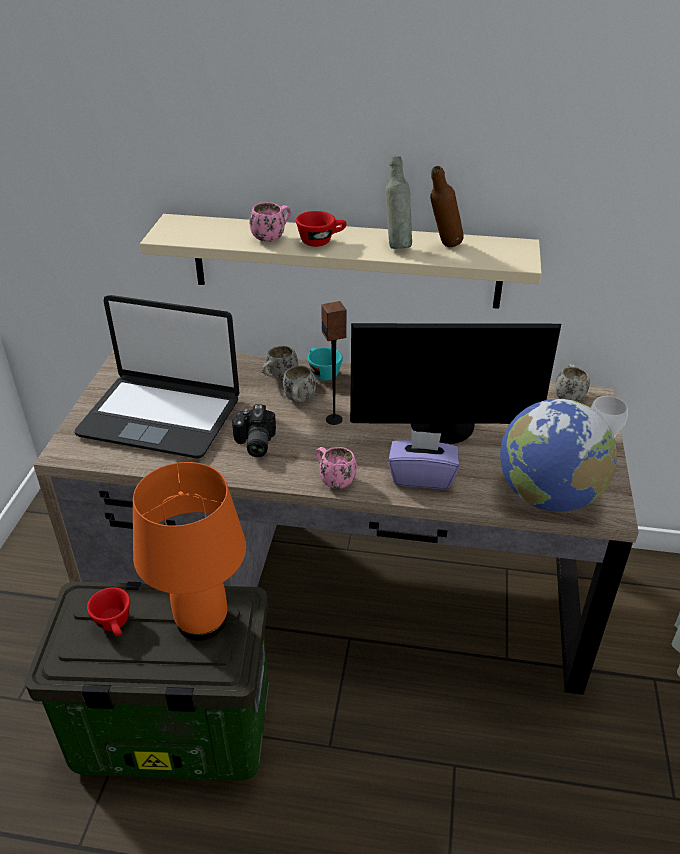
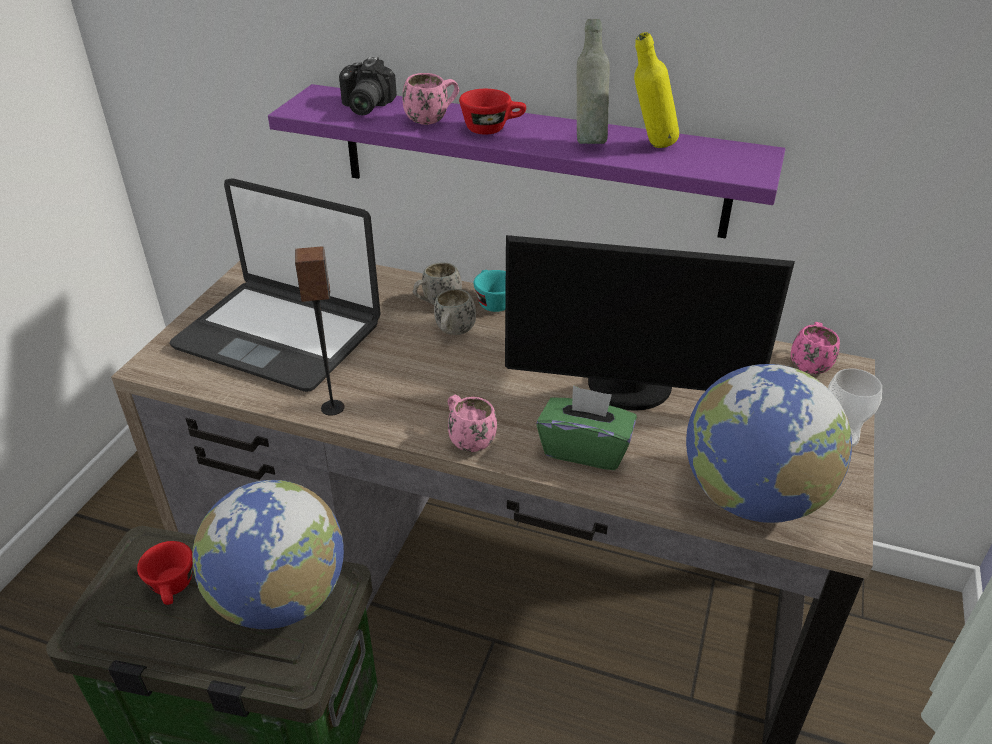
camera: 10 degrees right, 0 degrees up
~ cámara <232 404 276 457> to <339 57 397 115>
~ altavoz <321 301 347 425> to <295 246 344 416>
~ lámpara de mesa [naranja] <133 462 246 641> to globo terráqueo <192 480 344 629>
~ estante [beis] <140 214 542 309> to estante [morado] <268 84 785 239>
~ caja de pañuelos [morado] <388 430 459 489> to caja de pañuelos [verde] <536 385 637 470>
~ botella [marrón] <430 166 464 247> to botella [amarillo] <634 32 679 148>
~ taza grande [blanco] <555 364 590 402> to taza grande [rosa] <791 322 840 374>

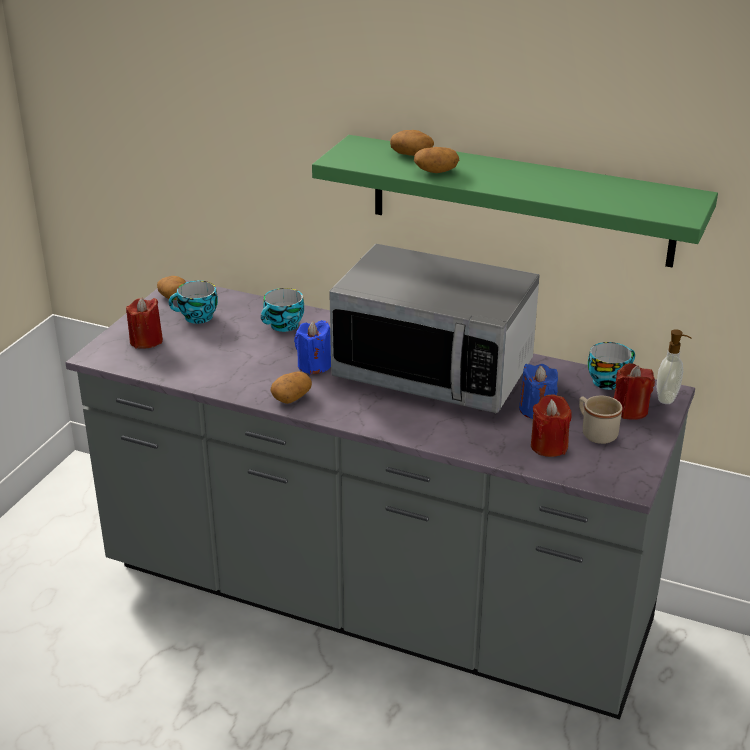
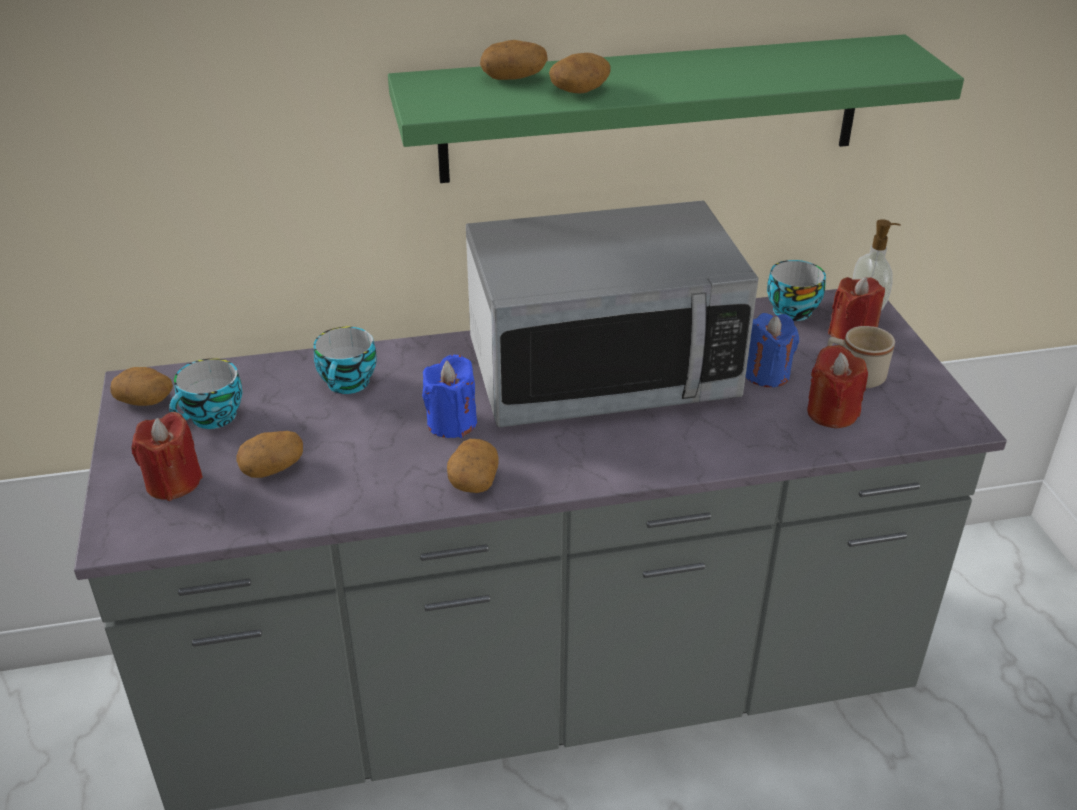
camera: 35 degrees left, 5 degrees up
+ patata <236 431 303 478>

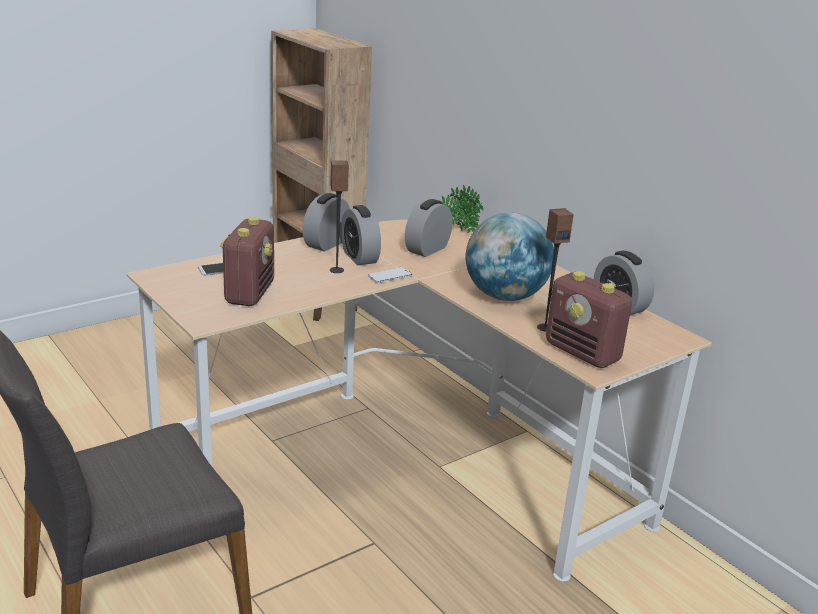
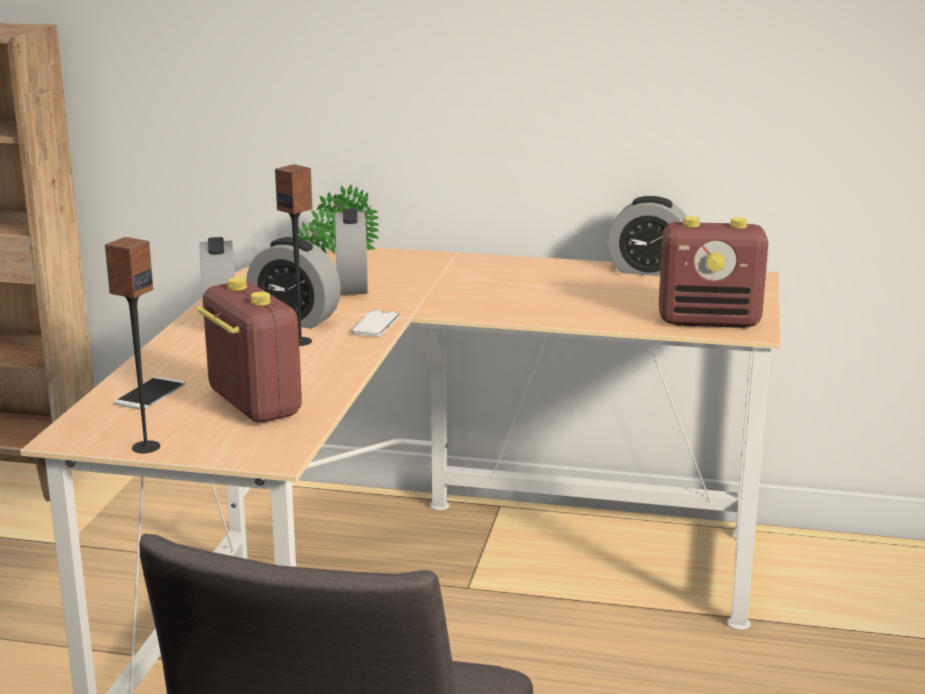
camera: 40 degrees left, 5 degrees down
- globo terráqueo <466 213 554 301>
~ altavoz <537 208 574 332> to <105 237 160 453>

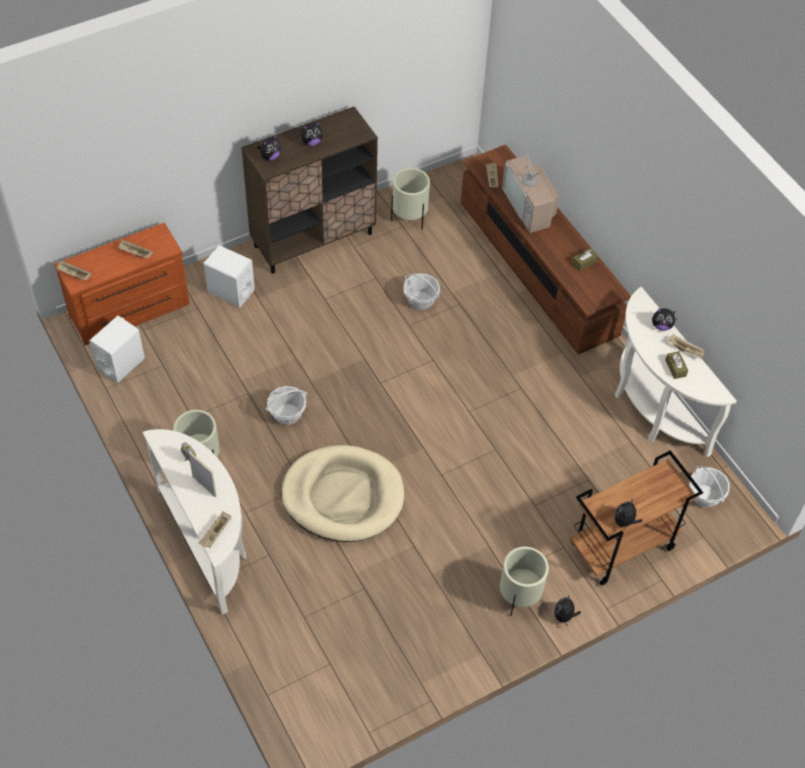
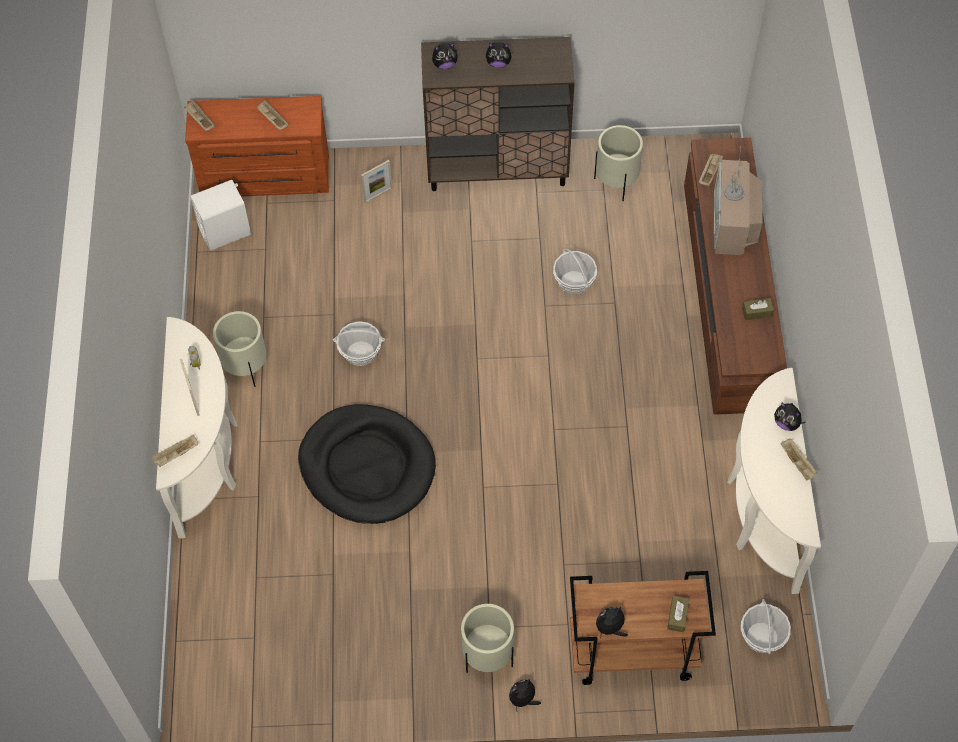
camera: 30 degrees right, 5 degrees up
~ caja de pañuelos [marrón] <665 351 688 379> to <667 595 690 632>
~ altavoz [blanco] <204 245 255 308> to portarretratos <361 160 392 203>
~ cama para perro [beis] <281 445 404 542> to cama para perro [negro] <298 404 436 524>

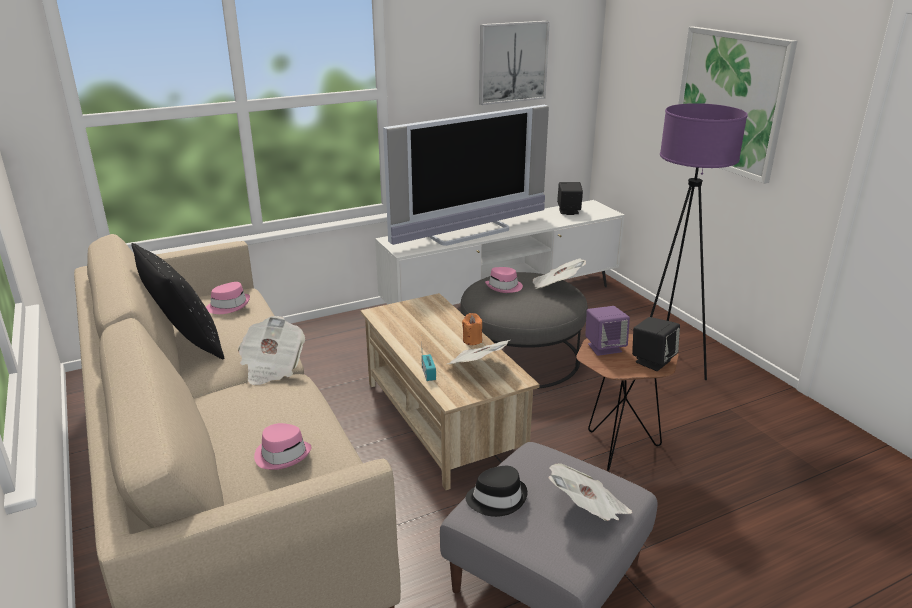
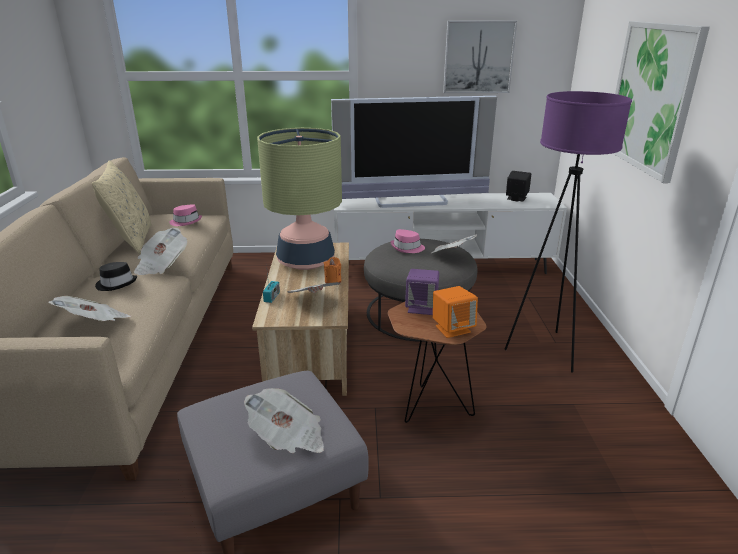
camera: 25 degrees right, 0 degrees up
+ lámpara de mesa <257 128 342 270>
~ sombrero [negro] <465 466 528 517> to <95 262 137 291>
~ sombrero [rosa] <254 423 311 470> to periódico <48 296 131 321>
~ cojín [negro] <131 243 224 359> to cojín [beis] <92 160 152 254>
~ altavoz [negro] <632 317 680 371> to altavoz [naranja] <433 286 478 338>

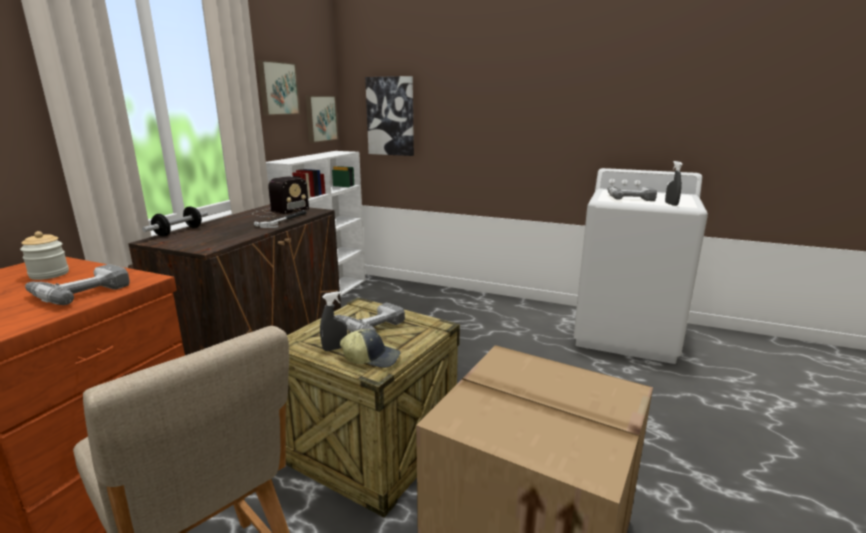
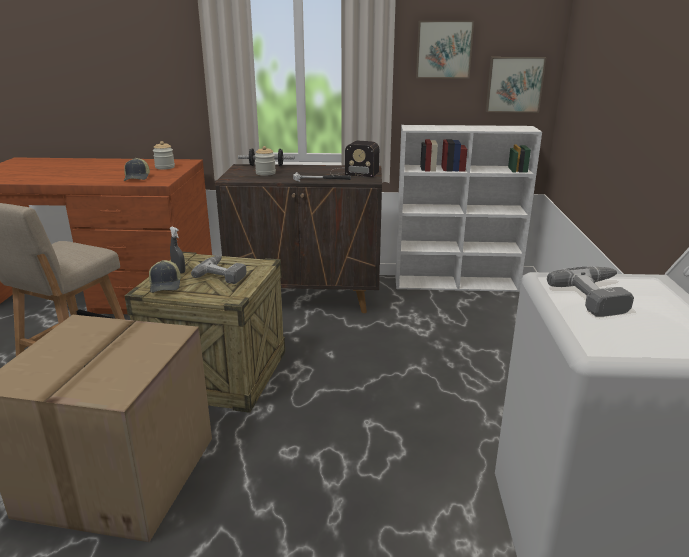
camera: 70 degrees right, 5 degrees up
- cuadro <365 76 414 156>
- pulverizador [gris] <665 161 683 206>
+ tarro <255 146 276 176>
~ taladro <25 264 130 305> to gorra <124 158 150 181>

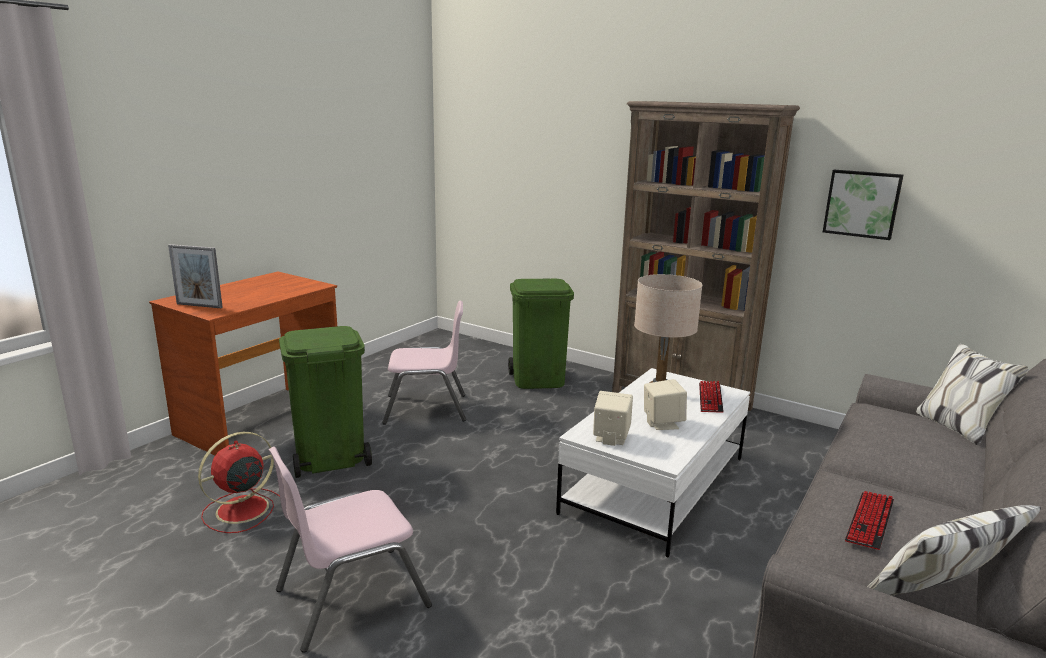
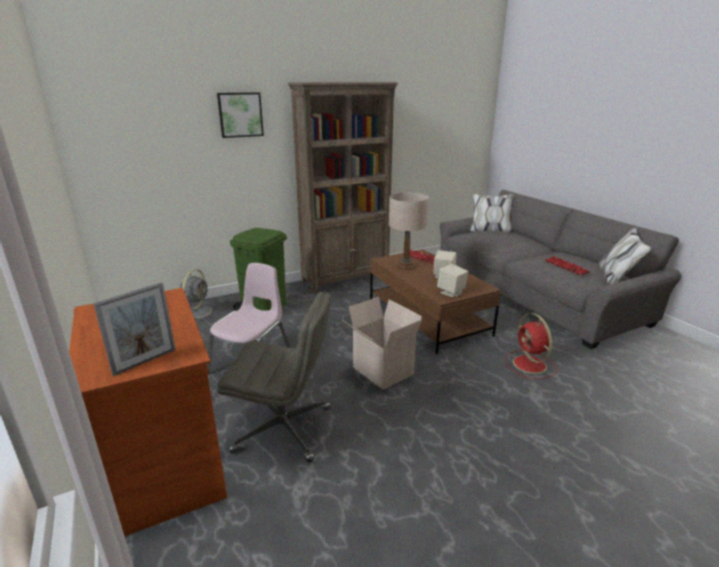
camera: 60 degrees left, 5 degrees up
- silla [rosa] <268 447 432 653>
+ ventilador [gris] <180 269 219 321>
+ caja de cartón <342 297 422 390>
~ ventilador [rojo] <198 432 280 533> to <505 313 558 379>
~ cuadro <823 170 903 240> to <217 92 264 138>
~ papelera [verde] <279 326 372 478> to silla de oficina [gris] <218 292 331 462>
~ mesa de centro [blanco] <556 368 750 557> to mesa de centro [marrón] <370 249 501 354>

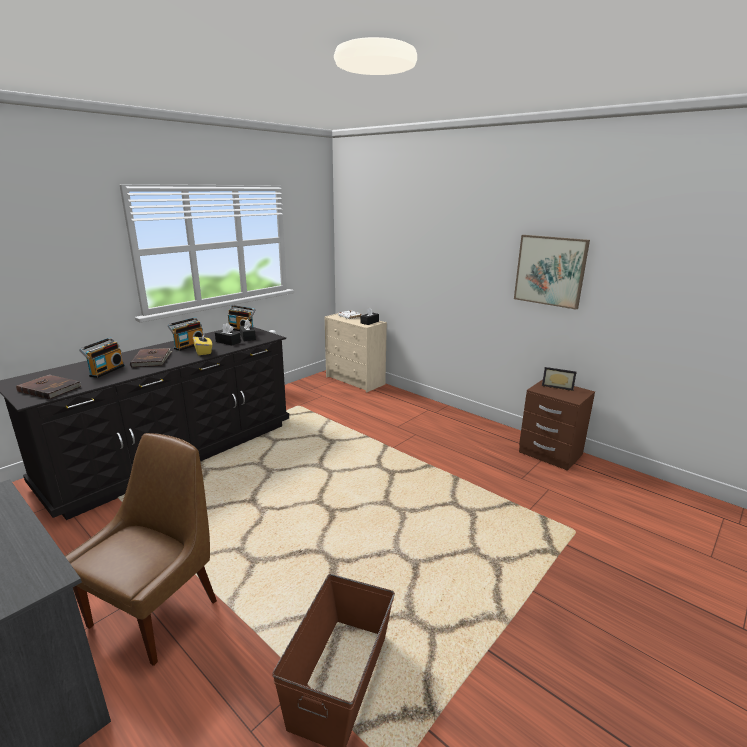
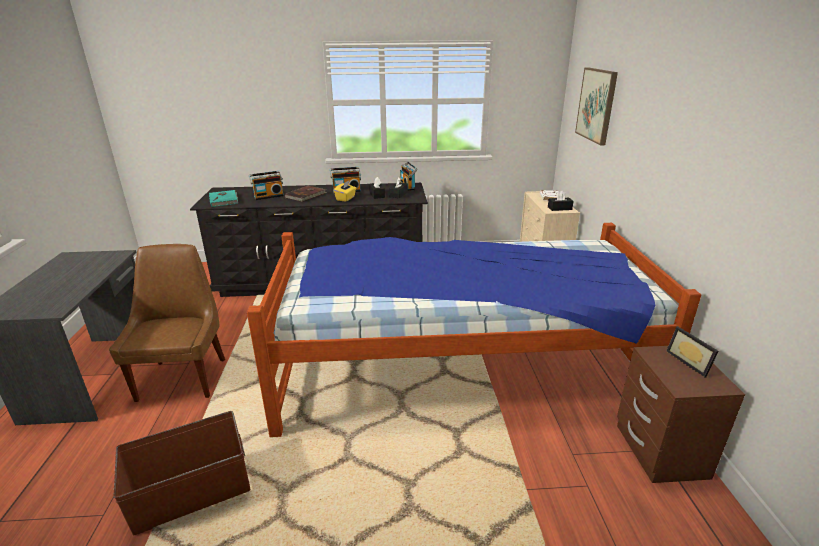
camera: 45 degrees right, 5 degrees up
+ cama <247 223 701 437>
~ cuadro <514 235 590 310> to <575 67 618 145>
~ libro [marrón] <16 375 81 399> to libro [turquesa] <209 190 238 207>
~ silla [marrón] <65 433 217 666> = <109 244 225 402> 75 degrees counterclockwise

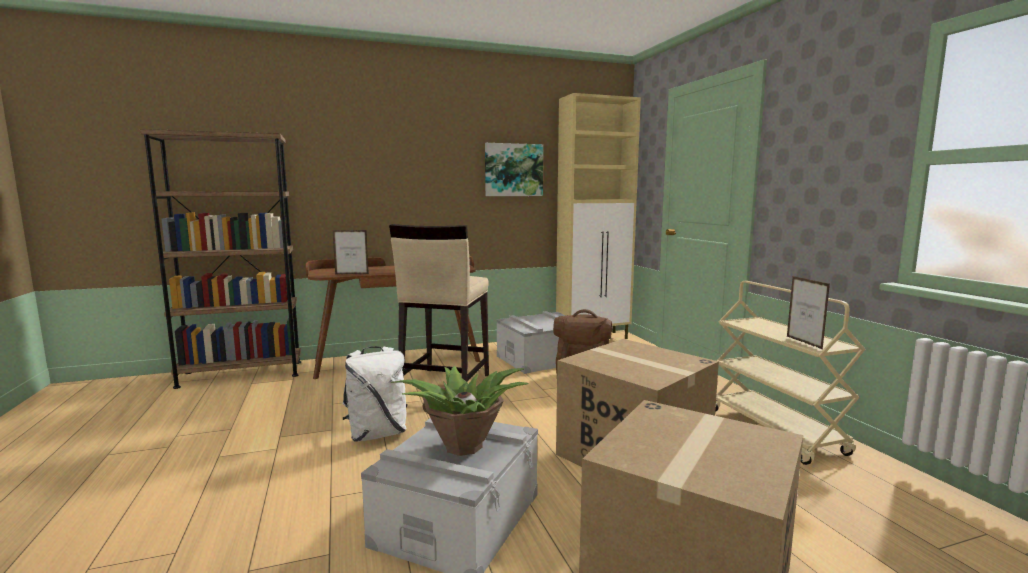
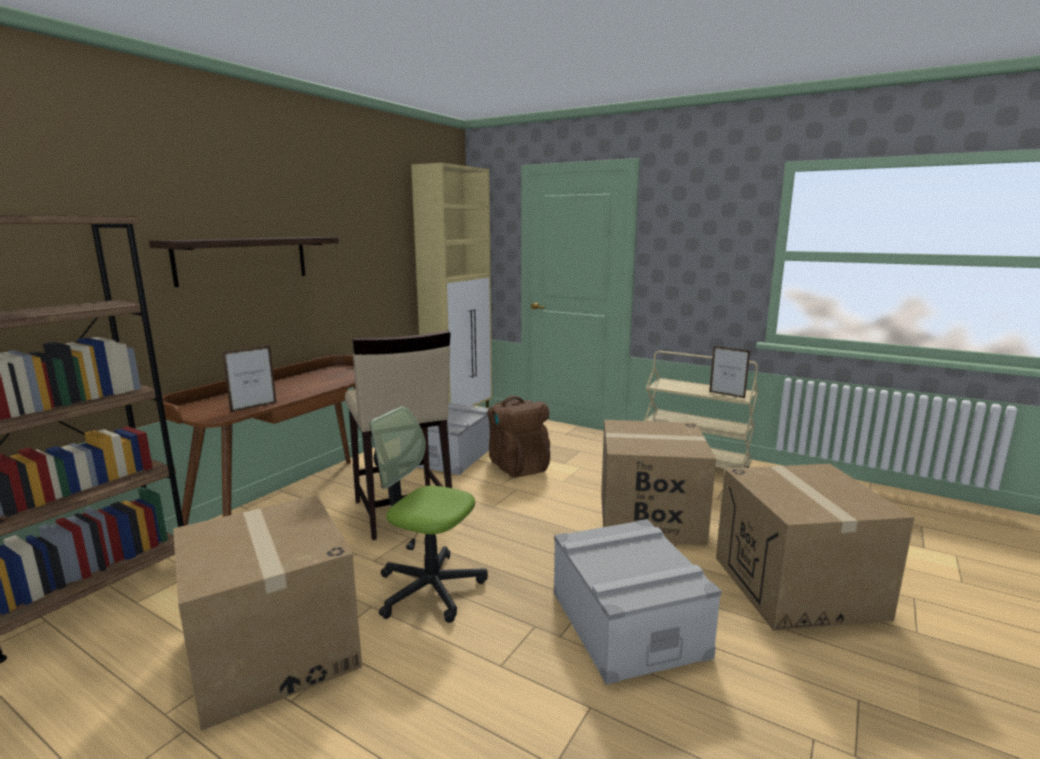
camera: 40 degrees left, 5 degrees up
- planta en maceta <391 366 528 456>
- cuadro <485 143 543 196>
+ estante <149 237 339 287>
+ caja de cartón <173 495 362 731>
~ mochila [blanco] <343 346 408 442> to silla de oficina <370 406 488 623>

